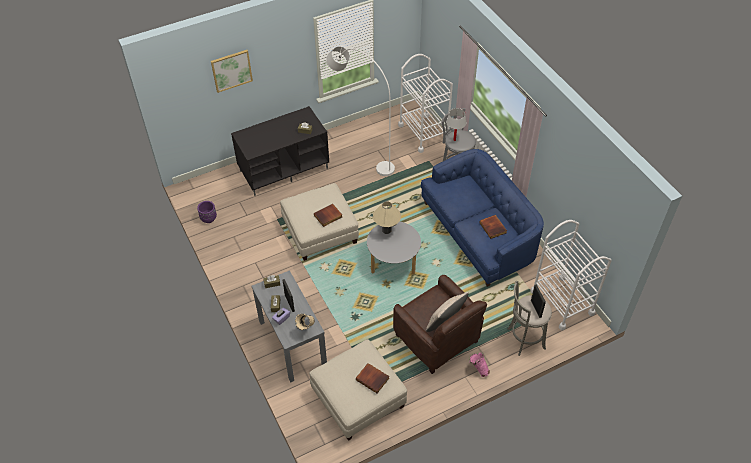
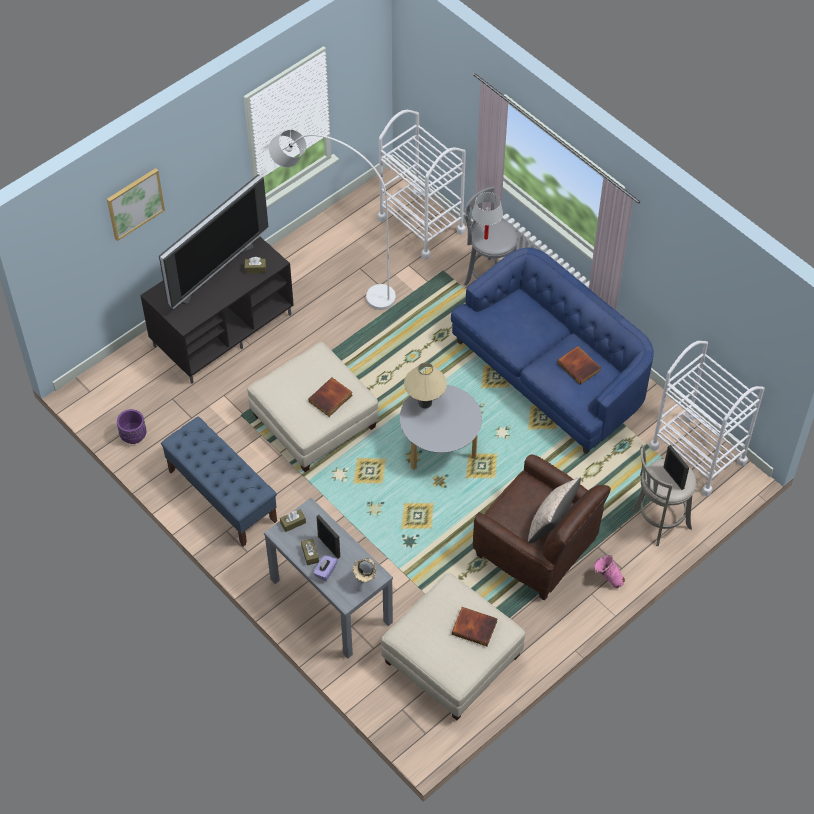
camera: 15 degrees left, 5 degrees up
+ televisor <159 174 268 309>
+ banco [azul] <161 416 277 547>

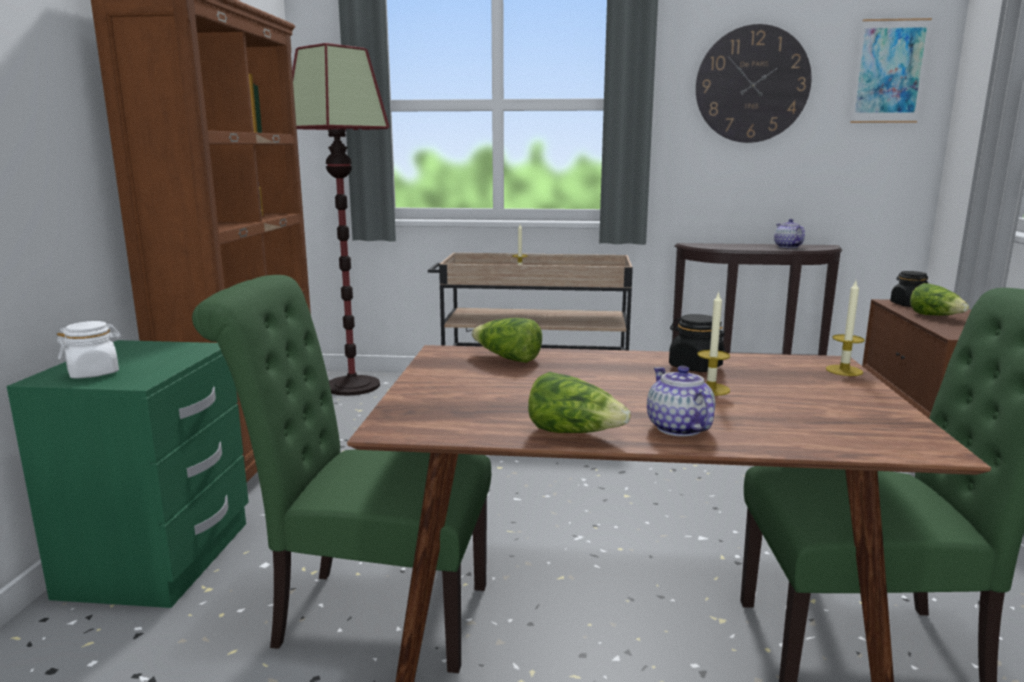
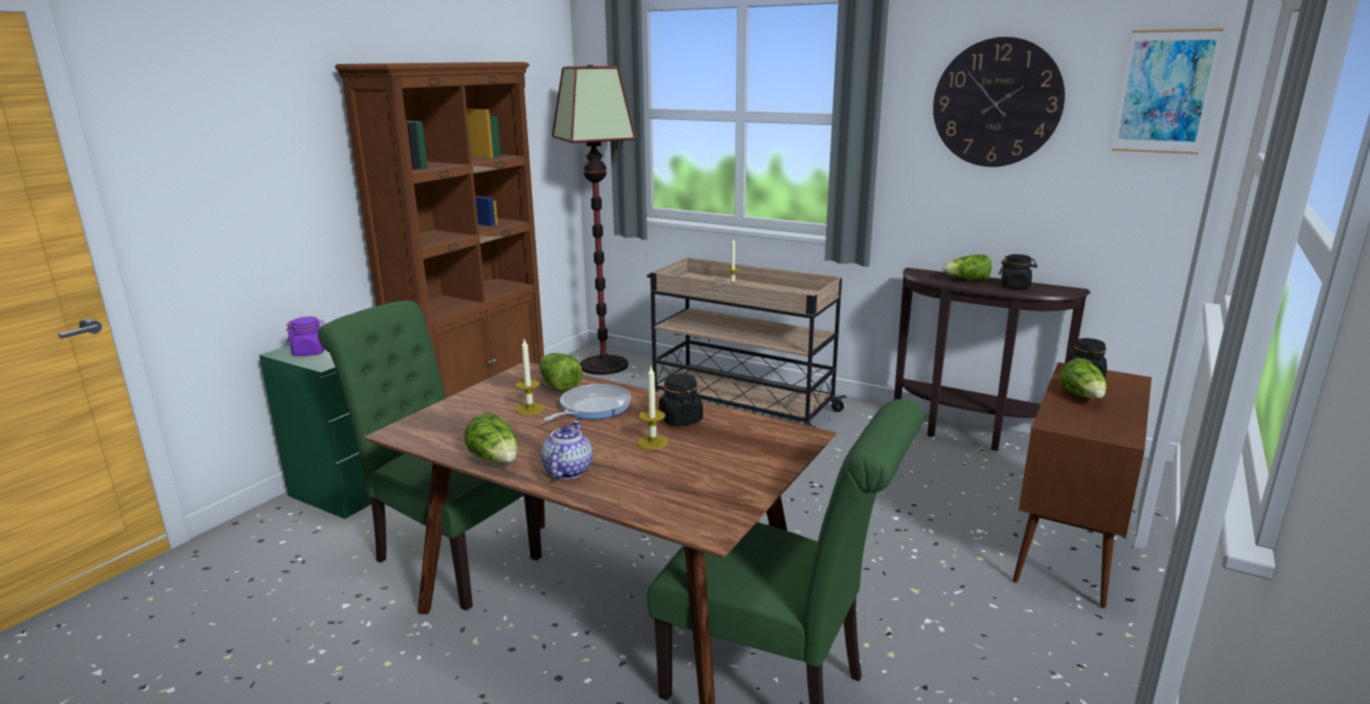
camera: 25 degrees right, 5 degrees up
+ sartén <543 384 631 422>
+ lechuga <942 254 992 281>
~ vela <826 281 865 376> to <516 339 544 415>
~ tetera <774 219 805 248> to tarro [negro] <999 254 1037 289>
~ tarro [blanco] <57 321 121 379> to tarro [morado] <286 316 325 356>

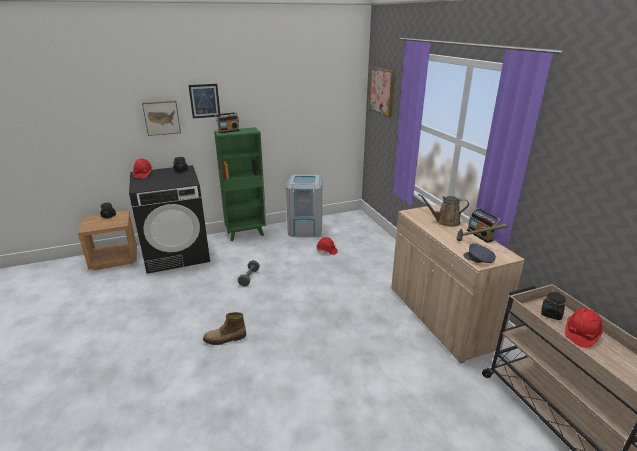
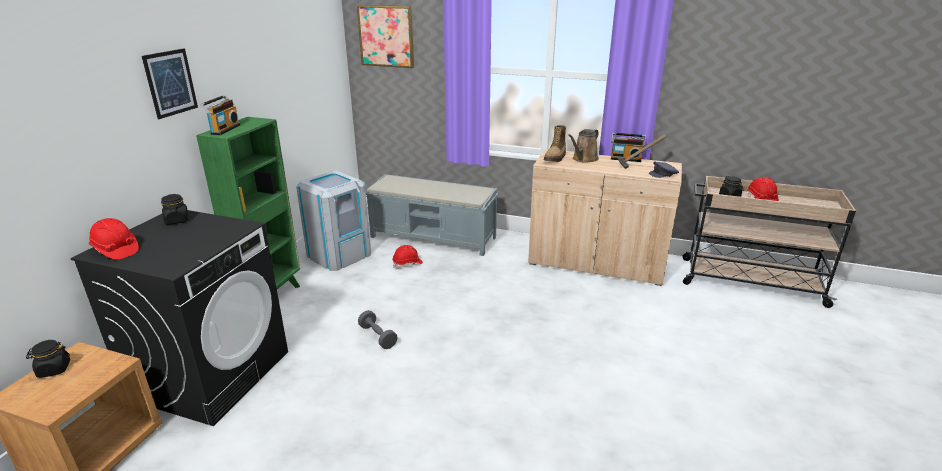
camera: 50 degrees left, 0 degrees up
- cuadro <142 101 181 136>
+ banco [gris] <366 174 498 256>
~ bota <203 312 246 345> to <544 125 566 162>

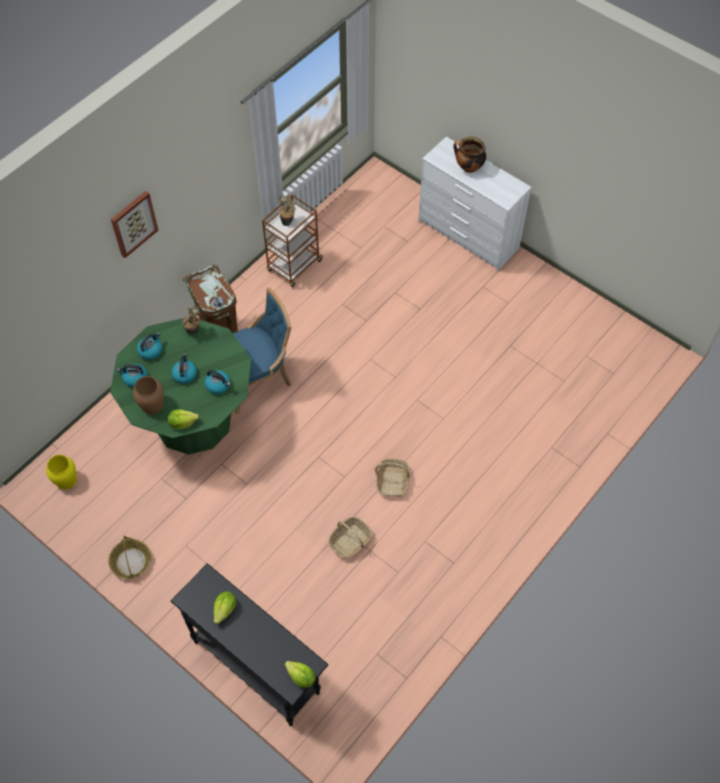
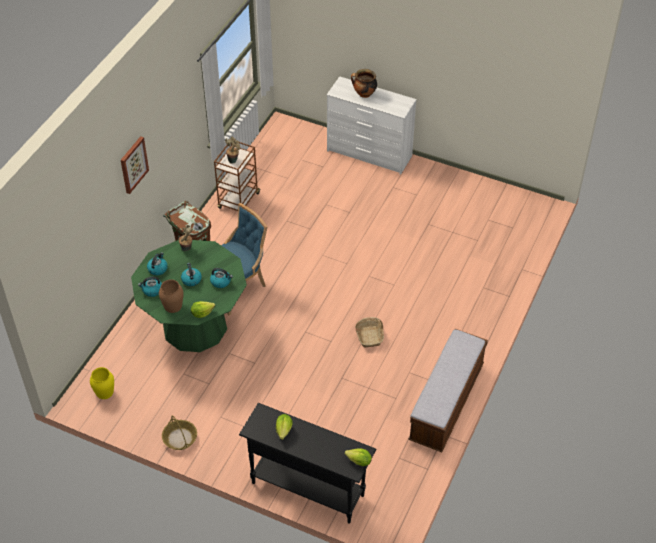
camera: 15 degrees left, 10 degrees down
- cesta <328 516 372 558>
+ banco <409 329 488 452>

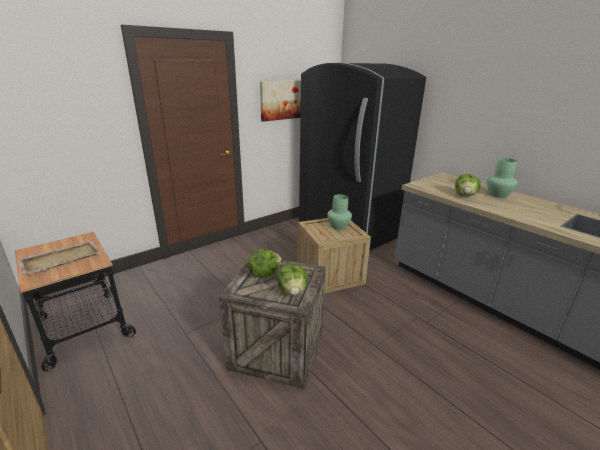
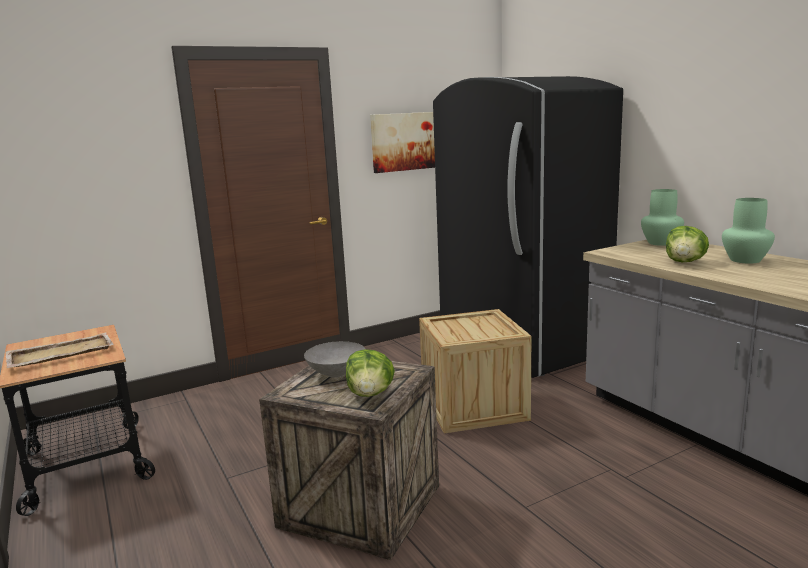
camera: 10 degrees right, 10 degrees down
~ florero [verde] <327 194 352 230> to <641 189 684 246>
~ lechuga <247 249 282 278> to cuenco [gris] <304 341 365 378>

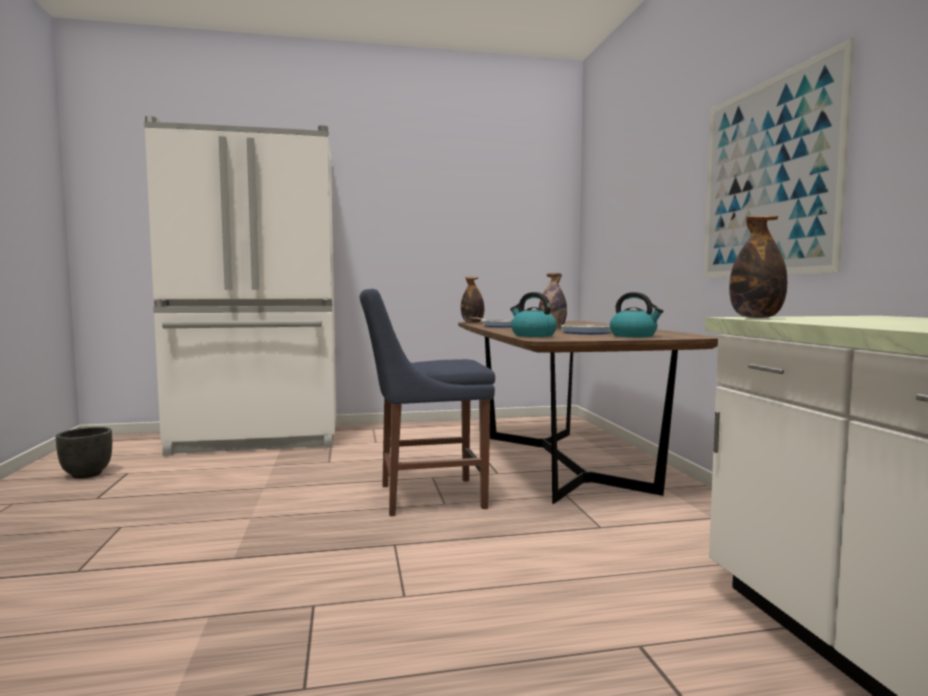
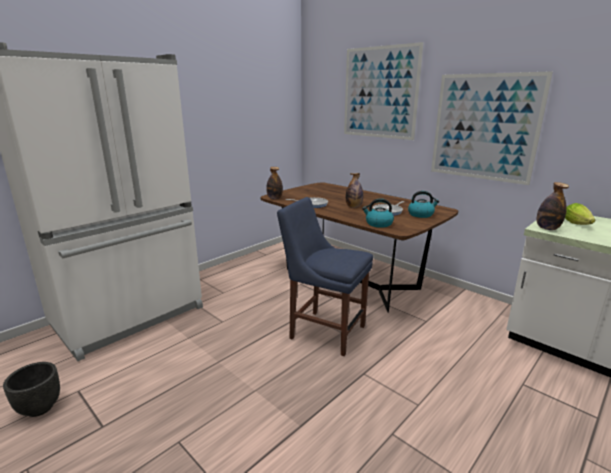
camera: 35 degrees left, 15 degrees up
+ cuadro <344 42 423 140>
+ lechuga <565 203 595 225>
~ silla [azul] <360 289 495 516> = <277 197 373 356> 75 degrees clockwise

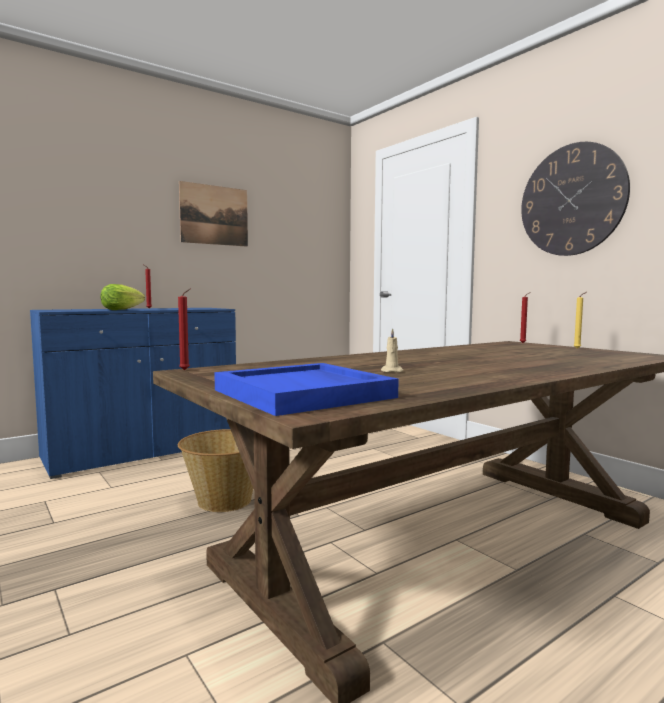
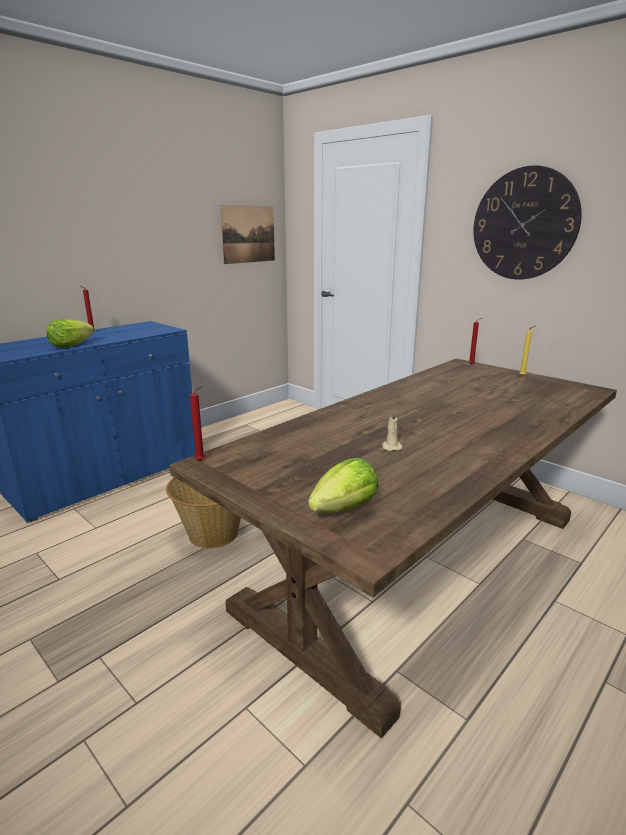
camera: 10 degrees left, 15 degrees up
~ cuadro <179 181 248 247> to <220 205 275 264>
~ bandeja [azul] <214 363 399 416> to lechuga <308 458 378 513>

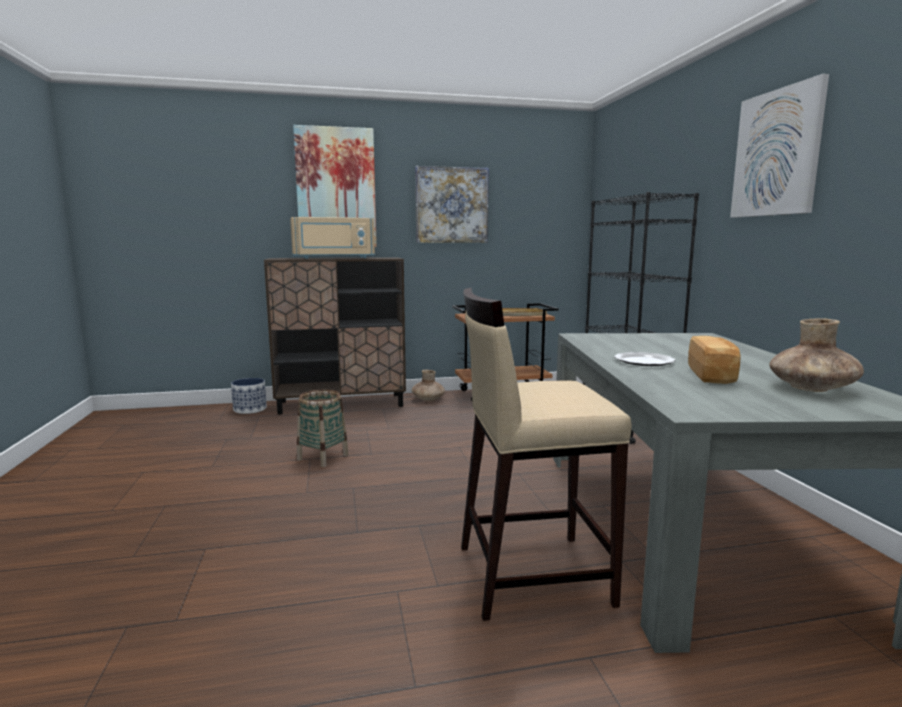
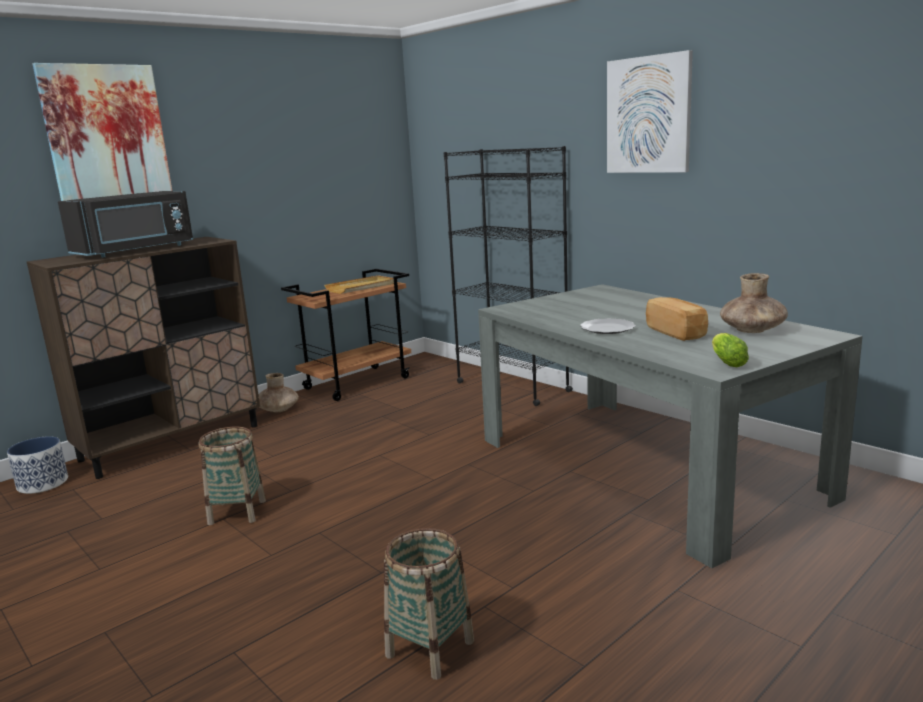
camera: 30 degrees left, 5 degrees up
- cuadro <415 166 489 243>
- taburete [beis] <461 288 632 621>
+ cesta <384 528 474 680>
+ lechuga <712 333 749 367>
~ microondas [beis] <290 217 375 259> to microondas [negro] <58 191 193 258>

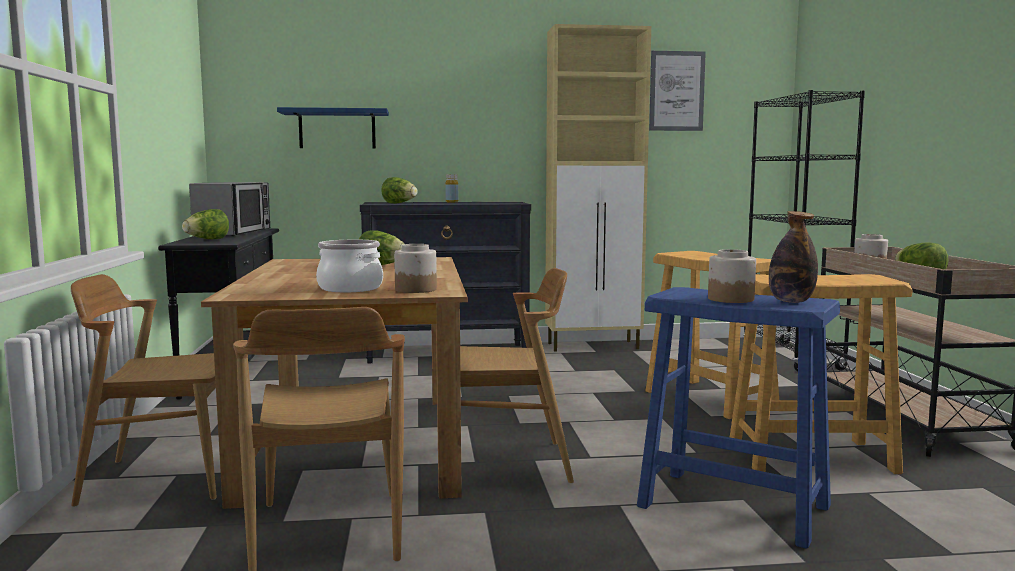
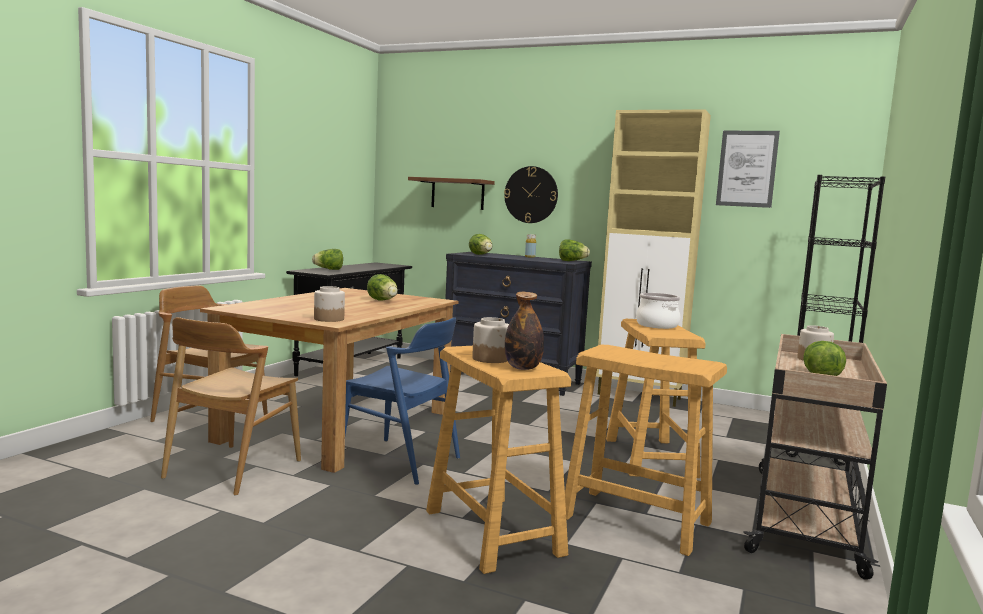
camera: 30 degrees right, 0 degrees up
- microondas <189 182 270 236>
+ reloj de pared <504 166 558 223>
+ lechuga <559 239 590 261>
~ olla <316 240 383 292> to <636 293 680 329>
~ estante [azul] <277 107 389 149> to estante [marrón] <408 177 495 210>
~ silla [marrón] <460 268 574 483> to silla [azul] <345 317 460 485>
~ taburete [azul] <637 287 840 549> to taburete [beis] <426 346 571 574>

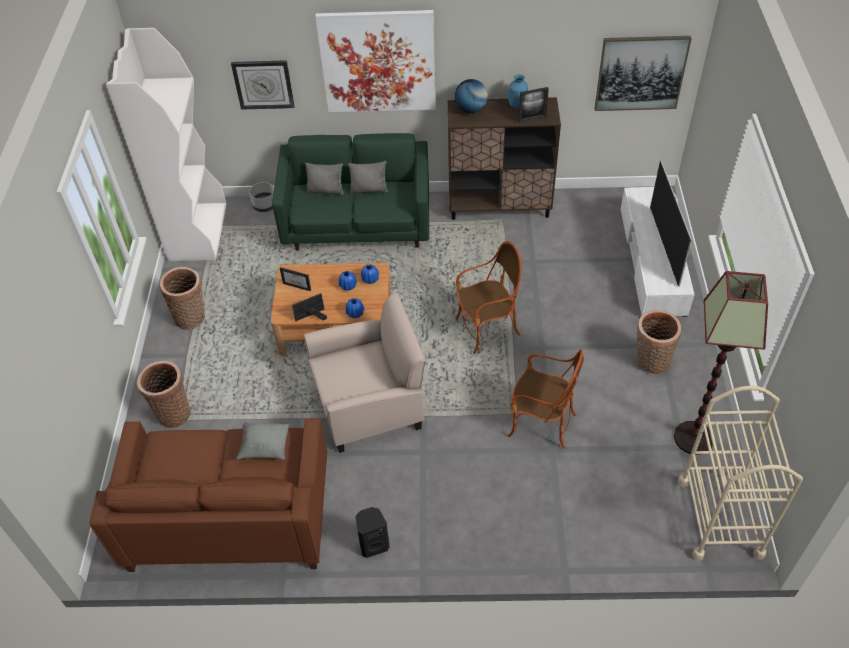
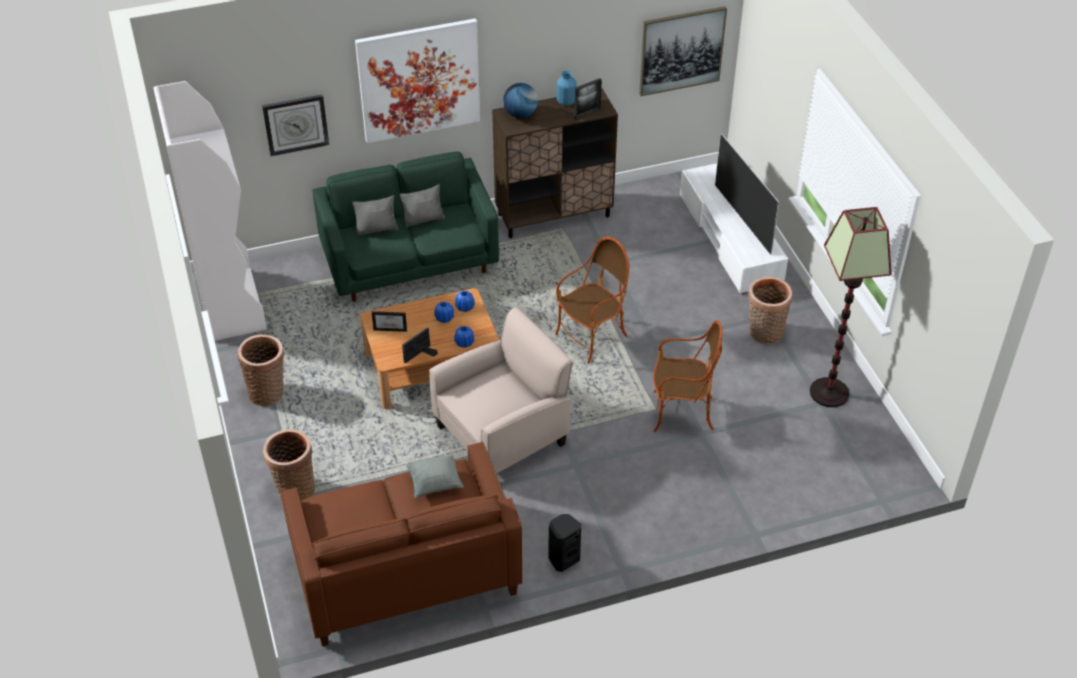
camera: 20 degrees left, 5 degrees down
- maceta [gris] <249 182 274 212>
- carrito [beis] <678 386 803 561>

